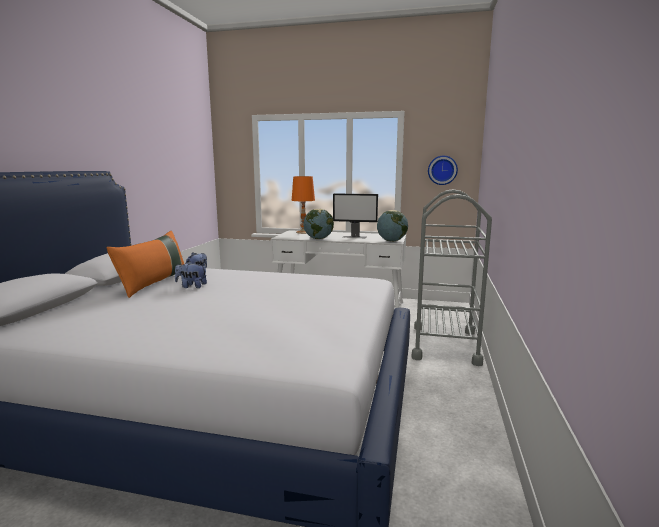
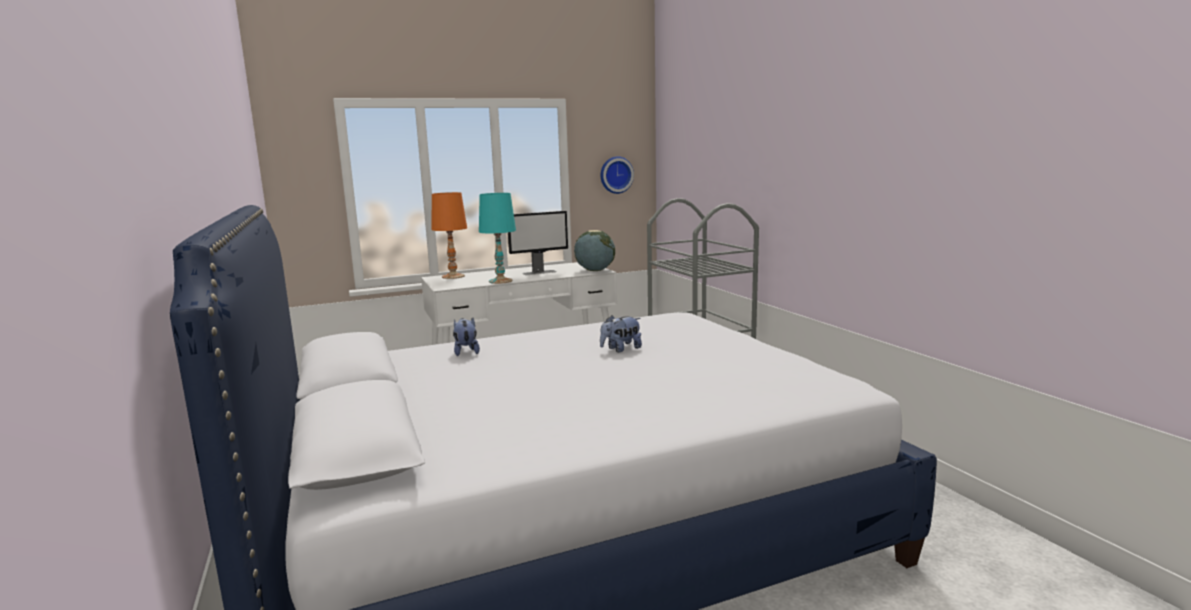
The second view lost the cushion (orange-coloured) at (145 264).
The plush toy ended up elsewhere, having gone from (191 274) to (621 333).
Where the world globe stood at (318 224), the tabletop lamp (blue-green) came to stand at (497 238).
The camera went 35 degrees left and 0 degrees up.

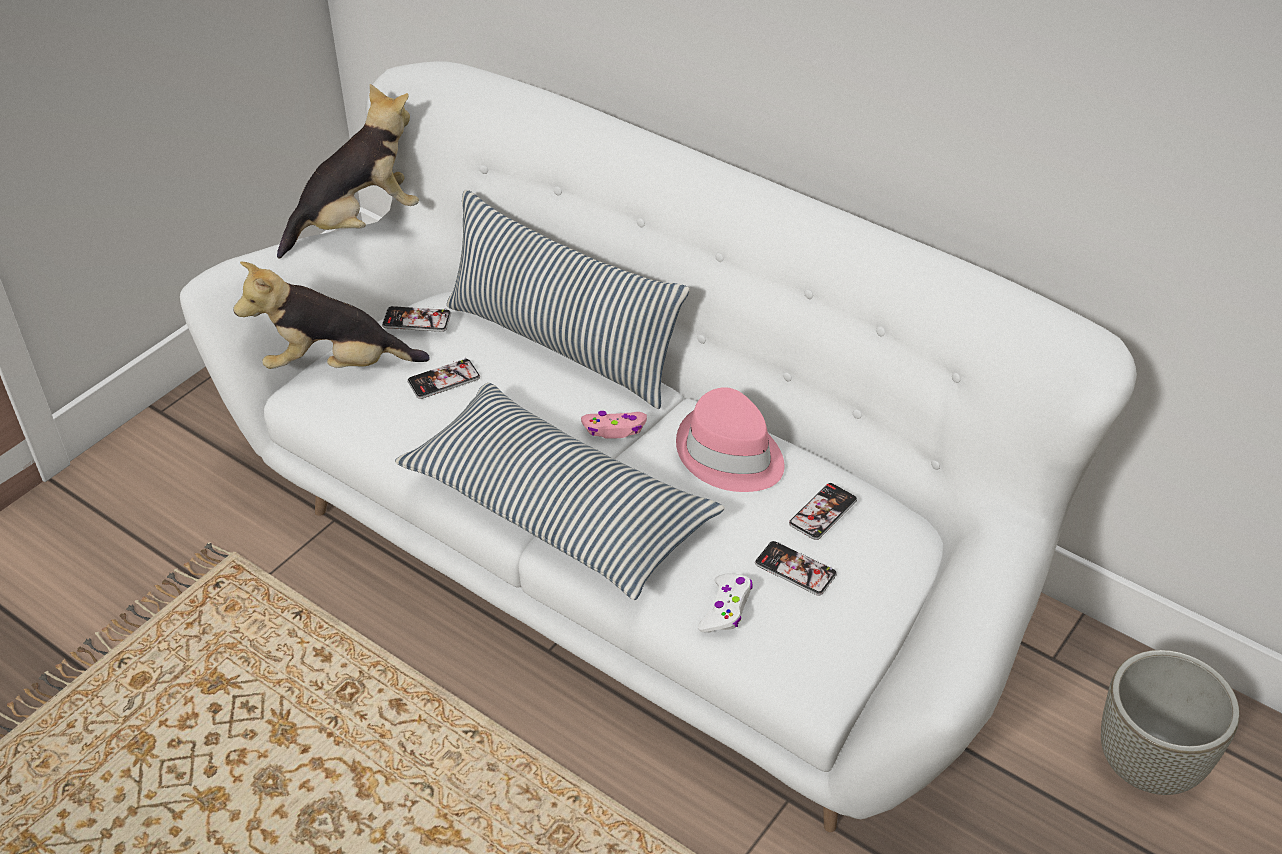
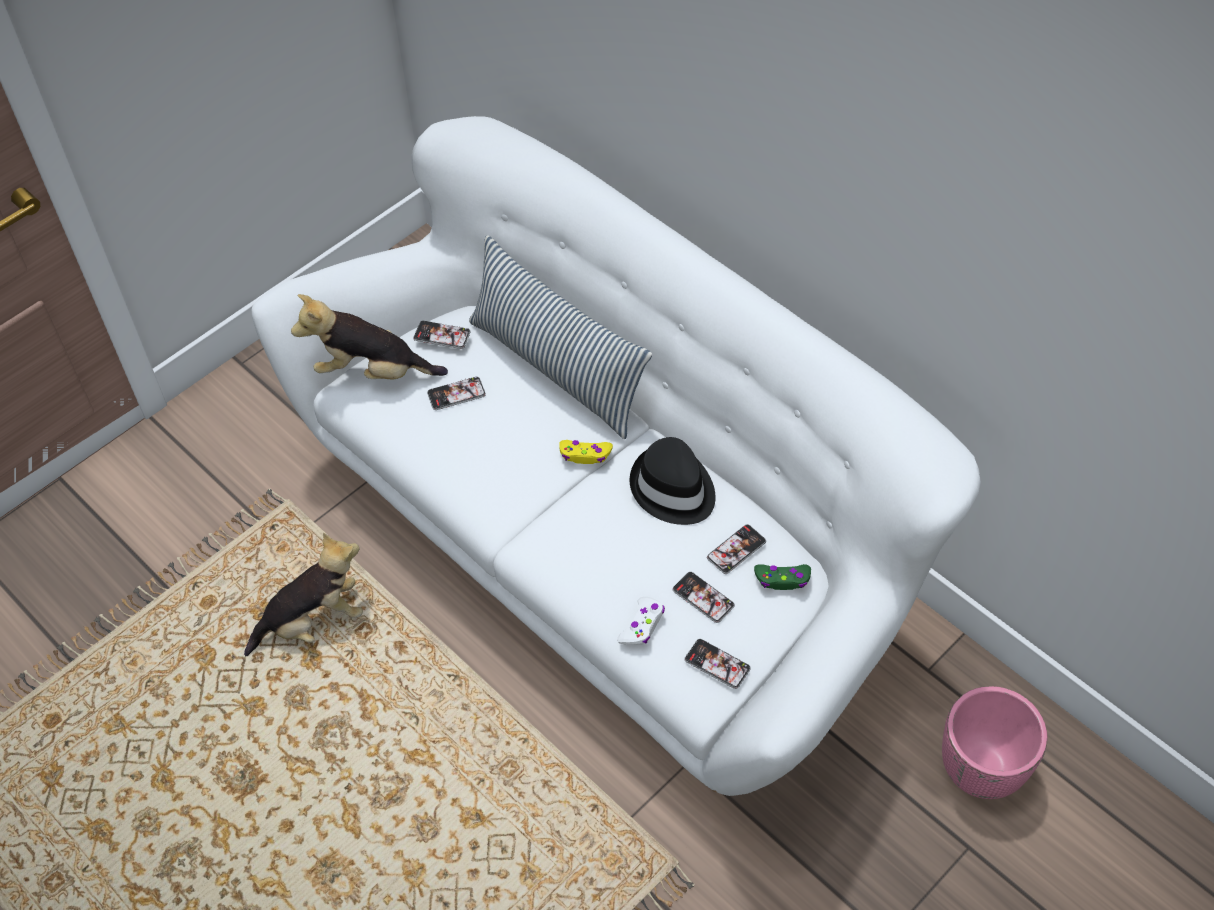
The plush toy ended up elsewhere, having gone from (348 171) to (303 594).
The second view lost the cushion at (560 491).
What was the gamepad (pink-coloured) at (614 425) turned into the gamepad (yellowish) at (586 452).
What was the hat (pink-coloured) at (730 439) turned into the hat (blackish) at (673 481).
What was the flower pot (gray) at (1170 722) turned into the flower pot (pink-coloured) at (995 742).
The second view gained the handset at (717 664).
The second view gained the gamepad (greenish) at (782 577).
The camera went 10 degrees right and 10 degrees up.

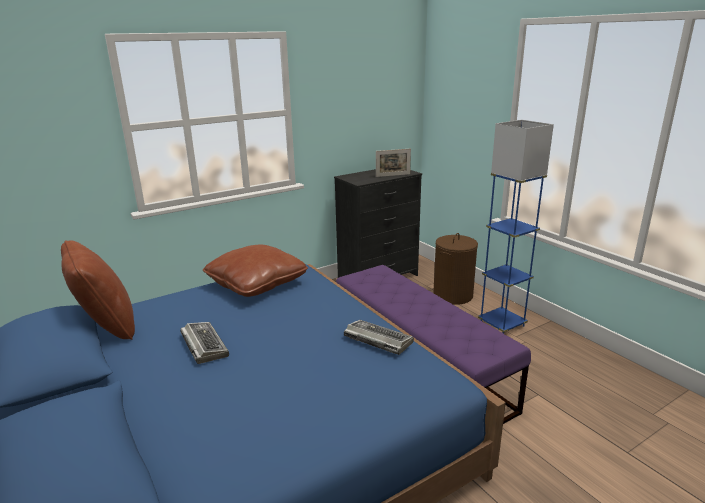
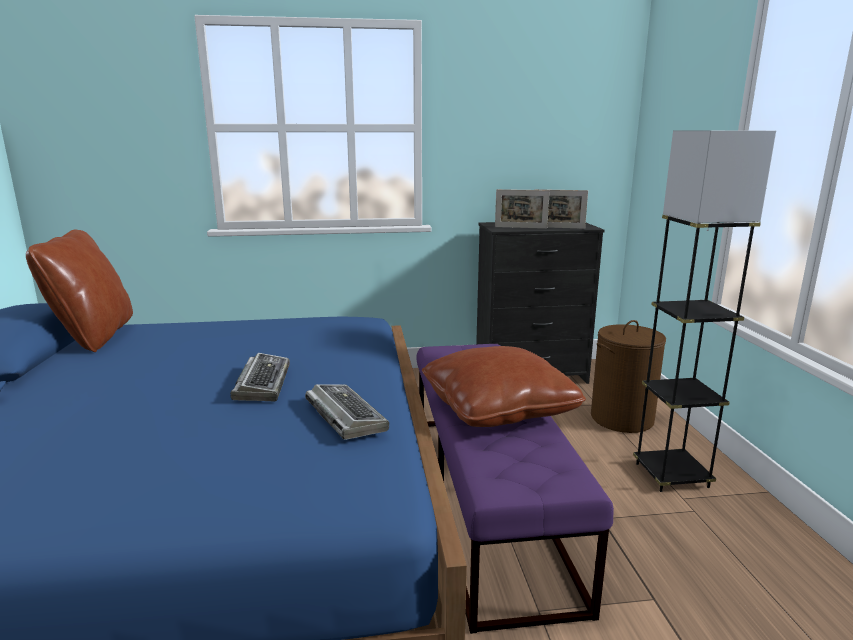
The keyboard ended up elsewhere, having gone from (204 343) to (260 377).
The cushion (brown) ended up elsewhere, having gone from (255 270) to (504 386).
What was the floor lamp (blue-coloured) at (516 227) turned into the floor lamp (gray) at (704 311).
The second view gained the photo frame at (522 209).
The camera went 25 degrees right and 5 degrees down.

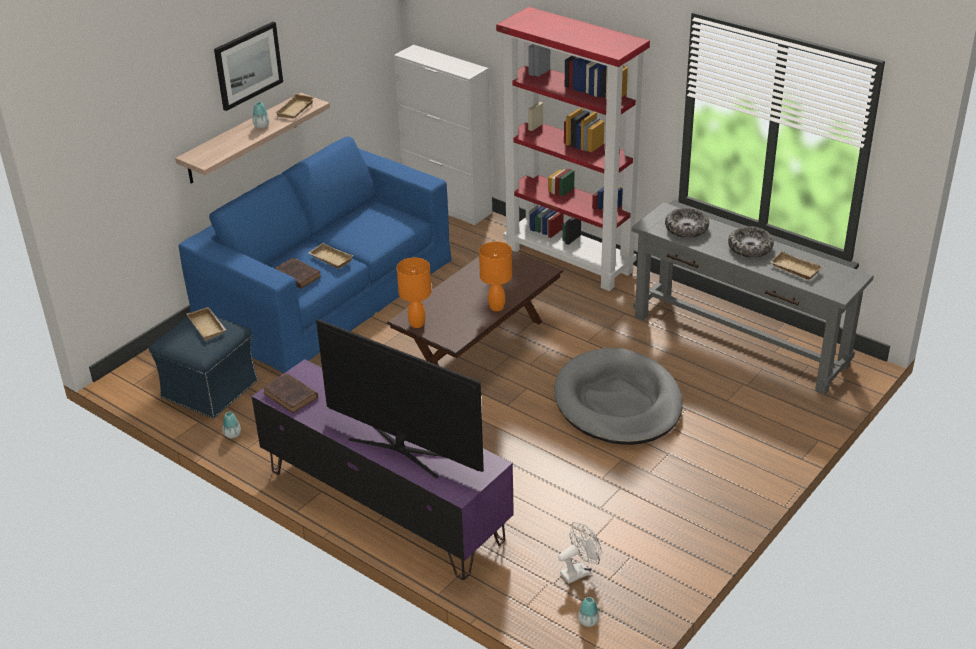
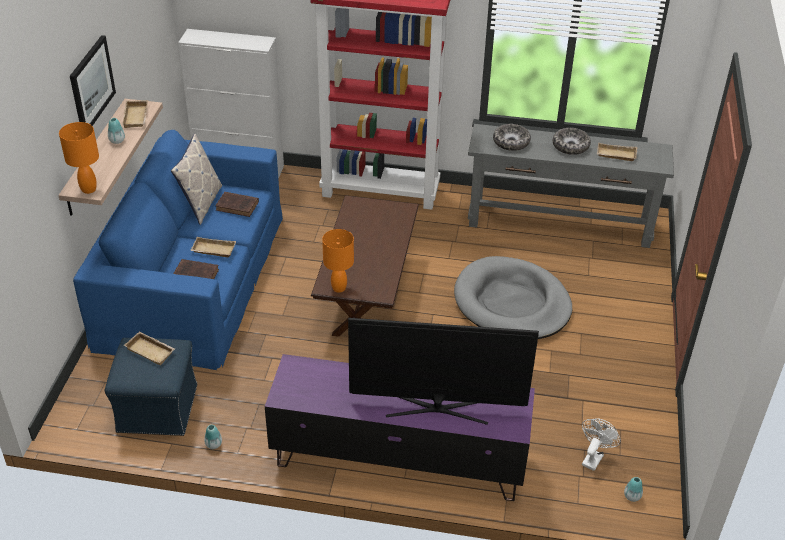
The book (brown) ended up elsewhere, having gone from (290 393) to (237 204).
The tabletop lamp (orange-coloured) ended up elsewhere, having gone from (495 276) to (79 158).
The second view gained the cushion at (196 179).
The camera went 30 degrees left and 5 degrees up.

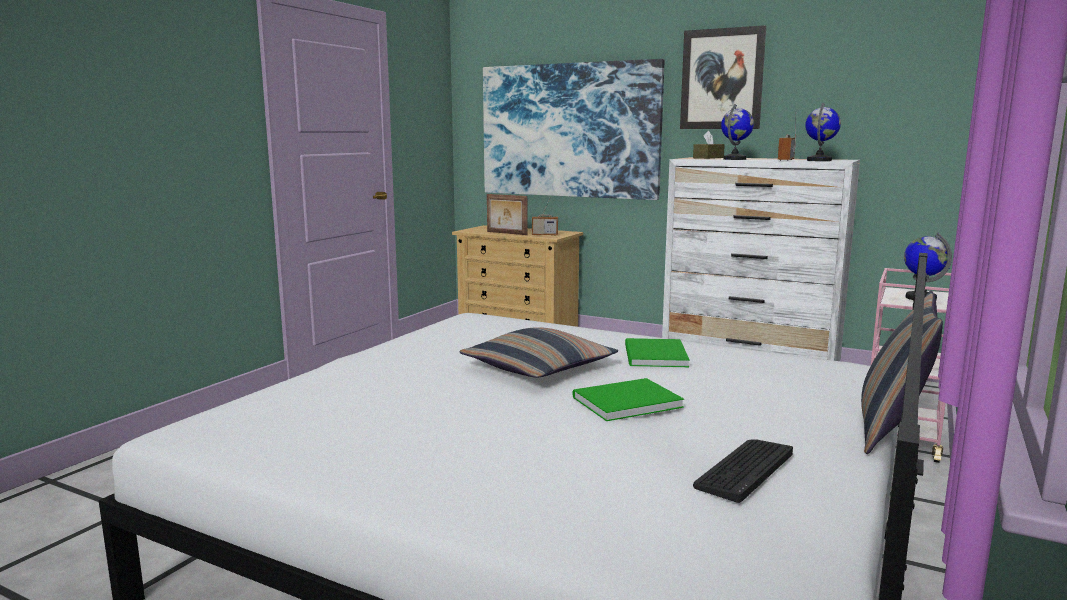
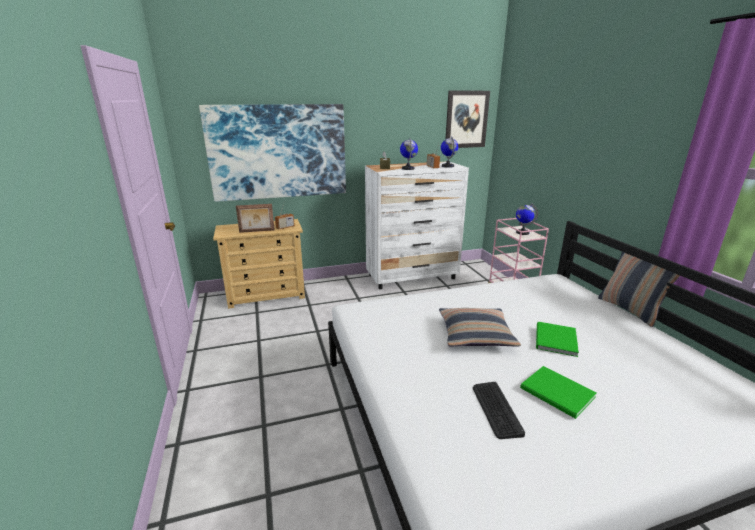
The book (greenish) ended up elsewhere, having gone from (657 352) to (558 392).
The picture ended up elsewhere, having gone from (723 77) to (467 119).
The keyboard ended up elsewhere, having gone from (743 471) to (499 410).
The camera went 45 degrees left and 10 degrees up.

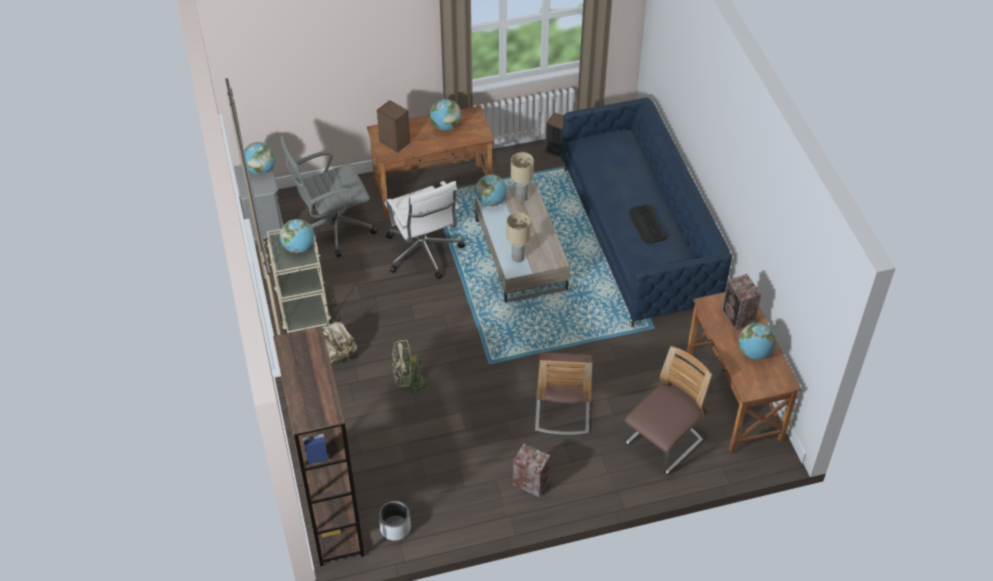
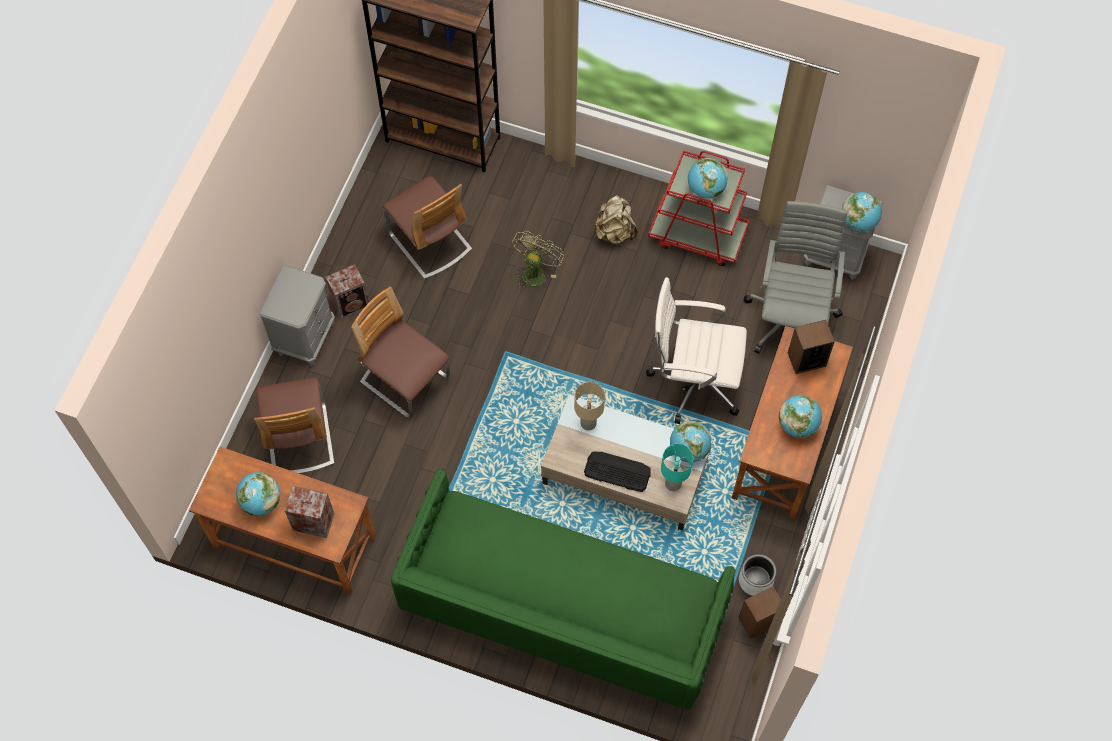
What was the wheeled cart (beige-coloured) at (299 278) turned into the wheeled cart (red-coloured) at (699 208).
The flower pot (white) ended up elsewhere, having gone from (394 520) to (758 575).
What was the tabletop lamp (beige-coloured) at (522 177) turned into the tabletop lamp (blue-green) at (677 467).
What was the sofa (blue-coloured) at (646 212) turned into the sofa (greenish) at (563 589).
The keyboard ended up elsewhere, having gone from (648 223) to (617 472).
The second view gained the bedside table (gray) at (297 315).
The second view gained the plain chair at (427 227).
The camera went 125 degrees right and 15 degrees up.

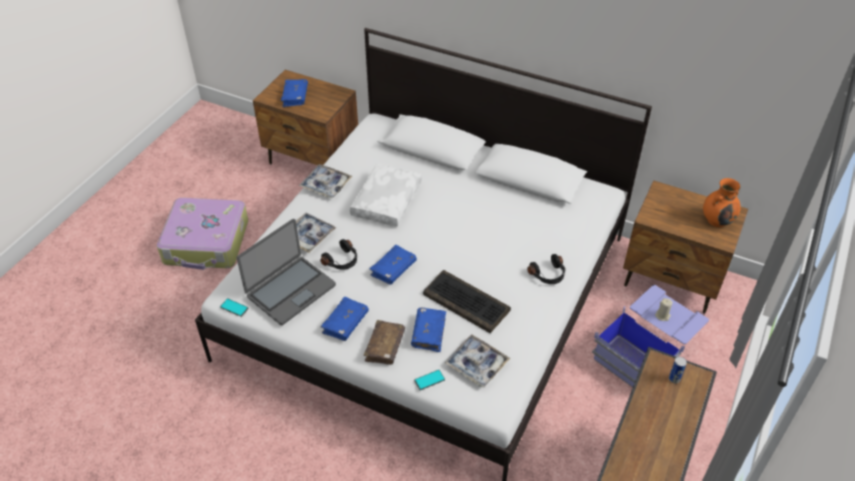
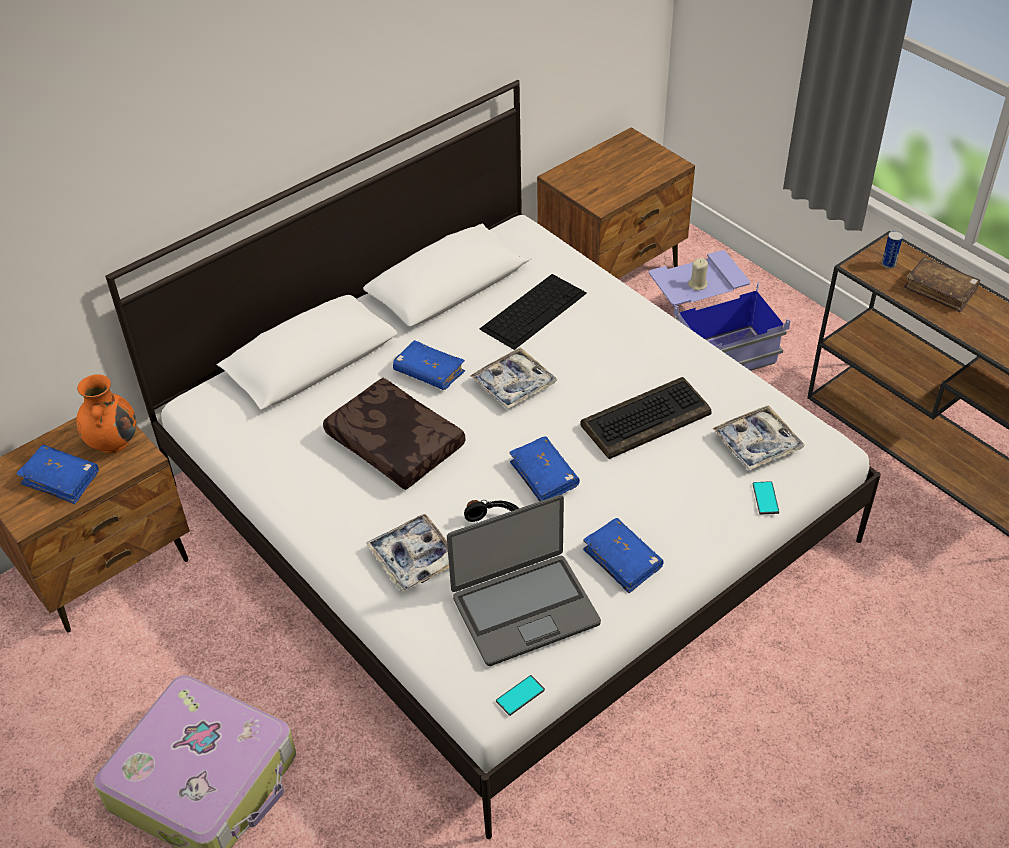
The notebook computer at (286 272) ended up facing another way, 90 degrees clockwise from before.
The tray ended up elsewhere, having gone from (325 181) to (513 378).
What was the cushion (white) at (386 195) turned into the cushion (brown) at (394 434).
The book (brown) ended up elsewhere, having gone from (384 342) to (941 285).
The book (blue-coloured) ended up elsewhere, having gone from (428 329) to (429 365).
The second view lost the pair of headphones (blackish) at (546 269).
The flower vase (orange-coloured) ended up elsewhere, having gone from (722 202) to (106 413).
The second view gained the keyboard at (533 312).
The camera went 65 degrees left and 0 degrees up.

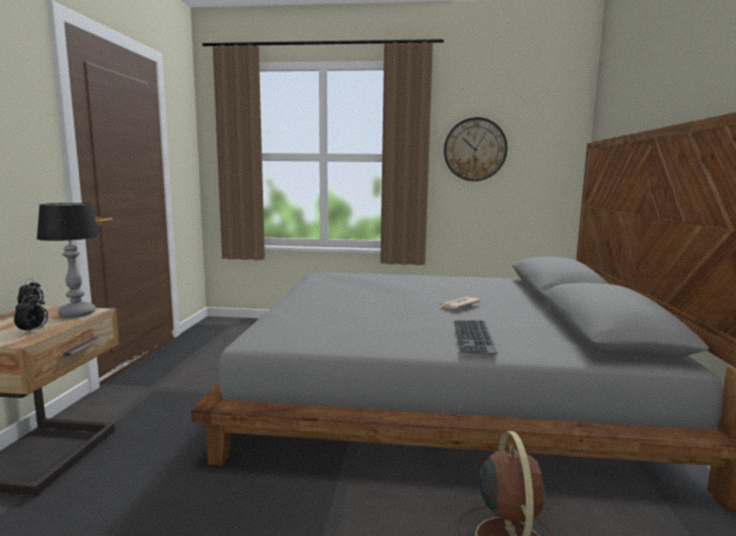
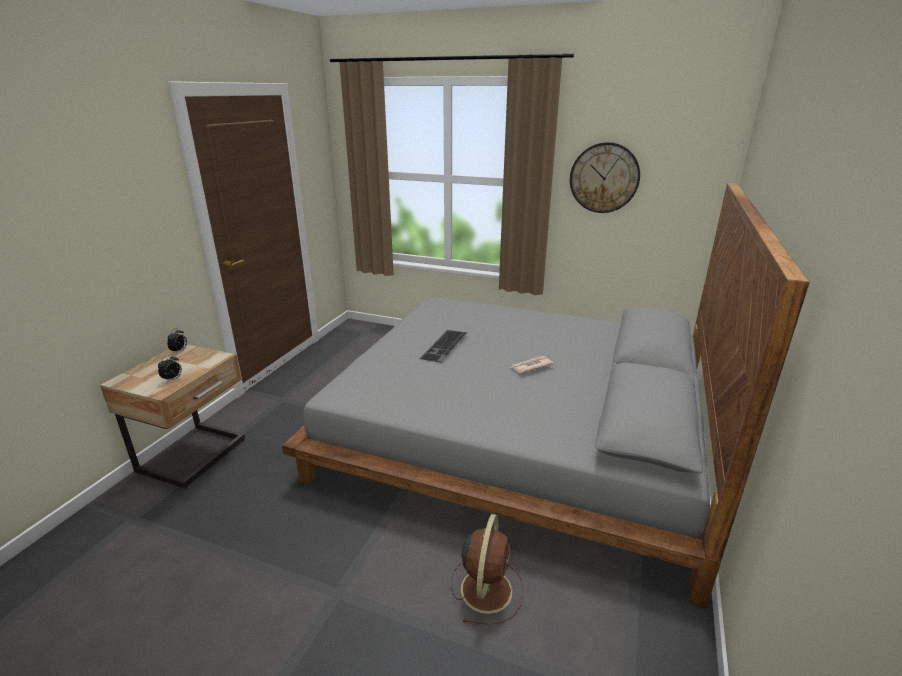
The second view lost the tabletop lamp at (68 260).
The keyboard ended up elsewhere, having gone from (475 337) to (443 346).
The camera went 15 degrees right and 15 degrees up.

